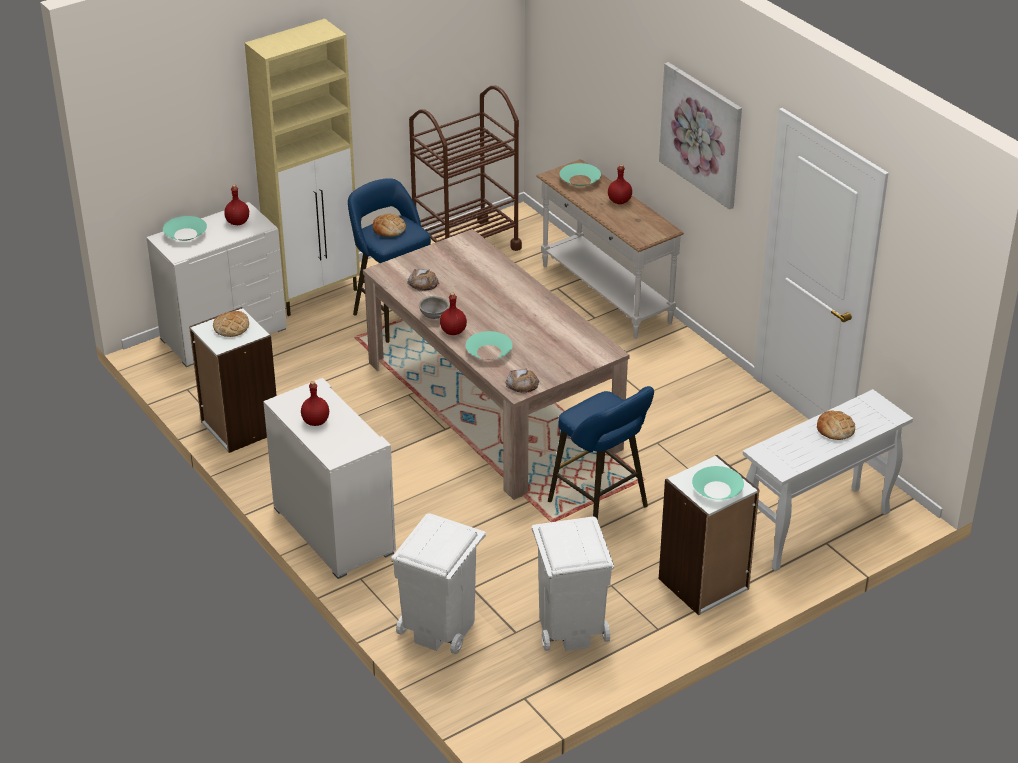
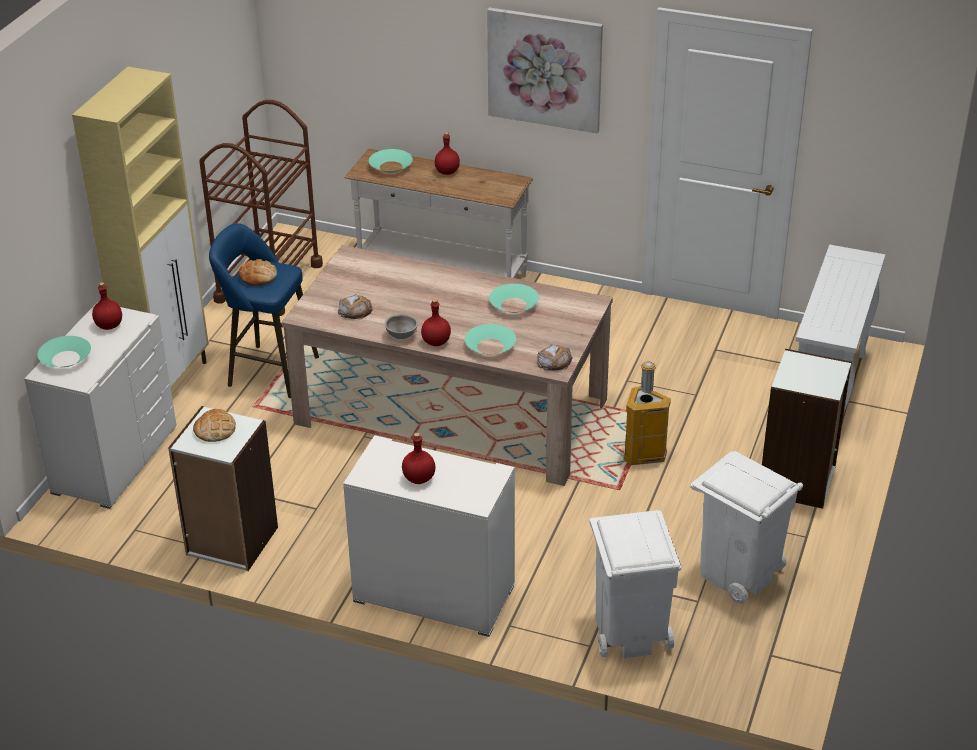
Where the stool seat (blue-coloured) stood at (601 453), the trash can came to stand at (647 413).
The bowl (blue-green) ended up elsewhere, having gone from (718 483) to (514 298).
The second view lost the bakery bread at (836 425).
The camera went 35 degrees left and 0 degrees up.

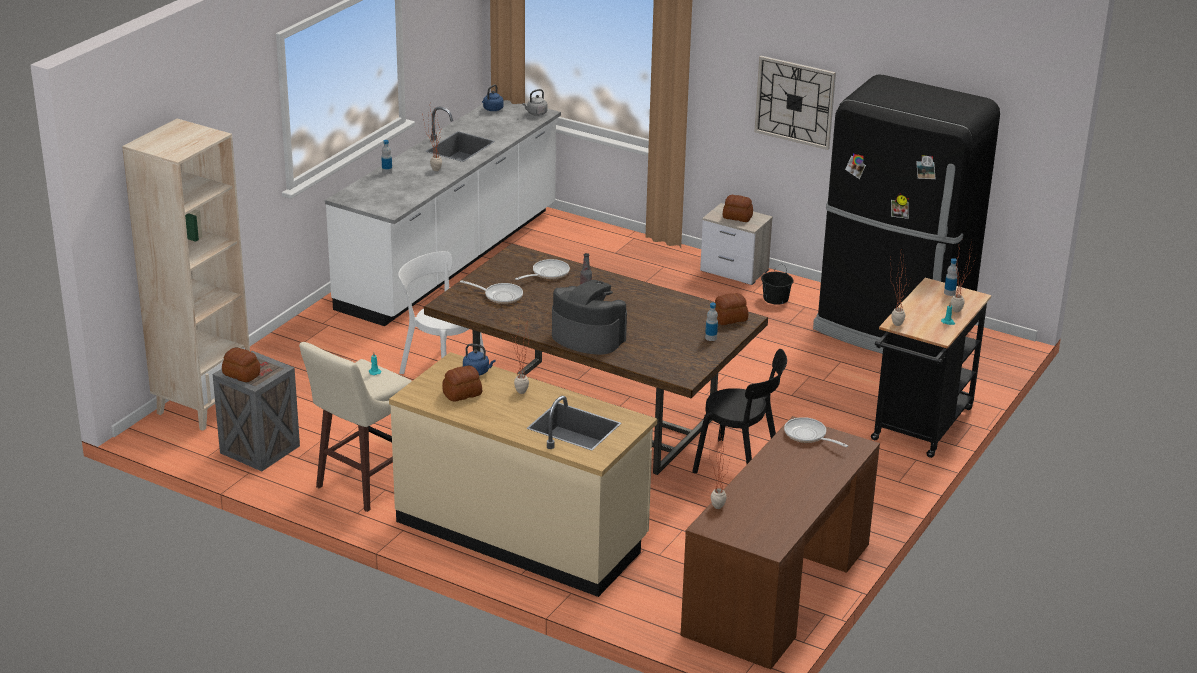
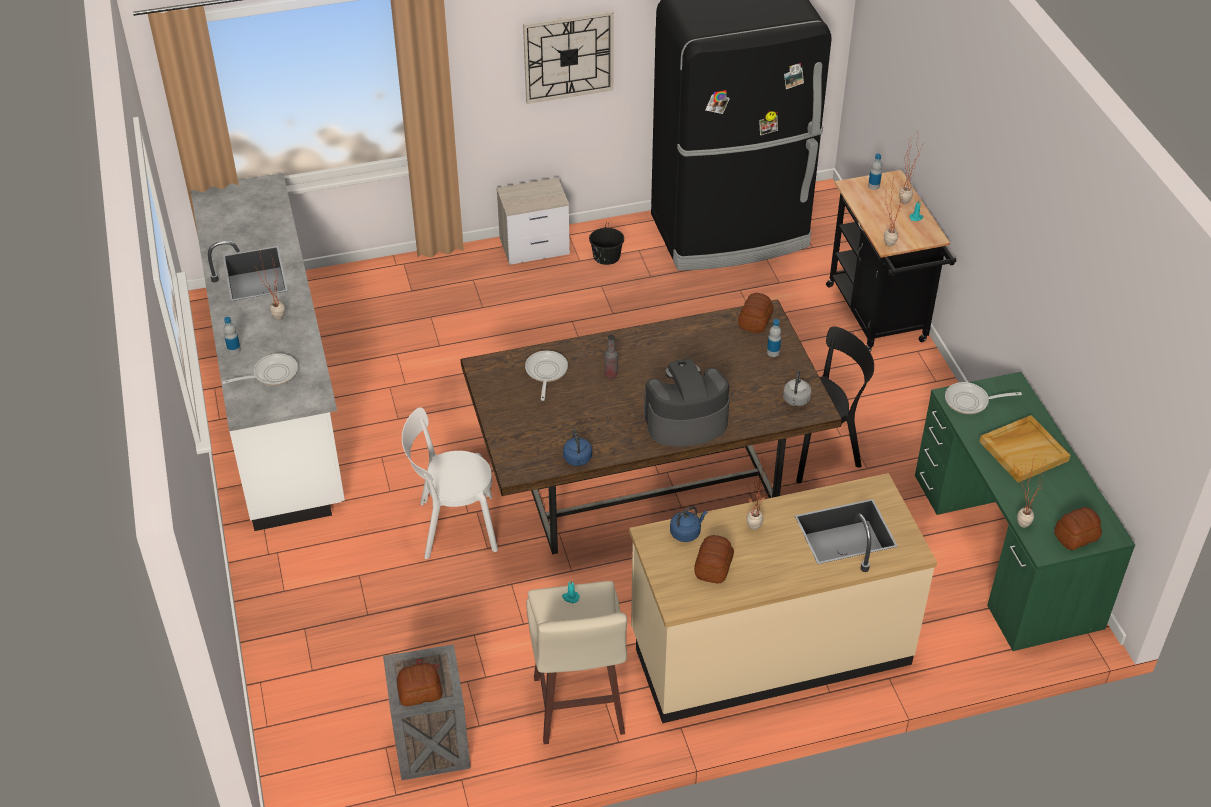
The second view lost the bookshelf (beige-coloured) at (186 275).
The skillet ended up elsewhere, having gone from (491 292) to (260 370).
The kettle (blue-coloured) ended up elsewhere, having gone from (493 98) to (577 447).
The kettle (gray) ended up elsewhere, having gone from (535 102) to (797 388).
What was the desk (brown) at (780 542) turned into the desk (greenish) at (1025 511).
The bakery bread ended up elsewhere, having gone from (738 208) to (1078 528).
The second view gained the tray (beige-coloured) at (1024 449).
The camera went 45 degrees left and 15 degrees up.

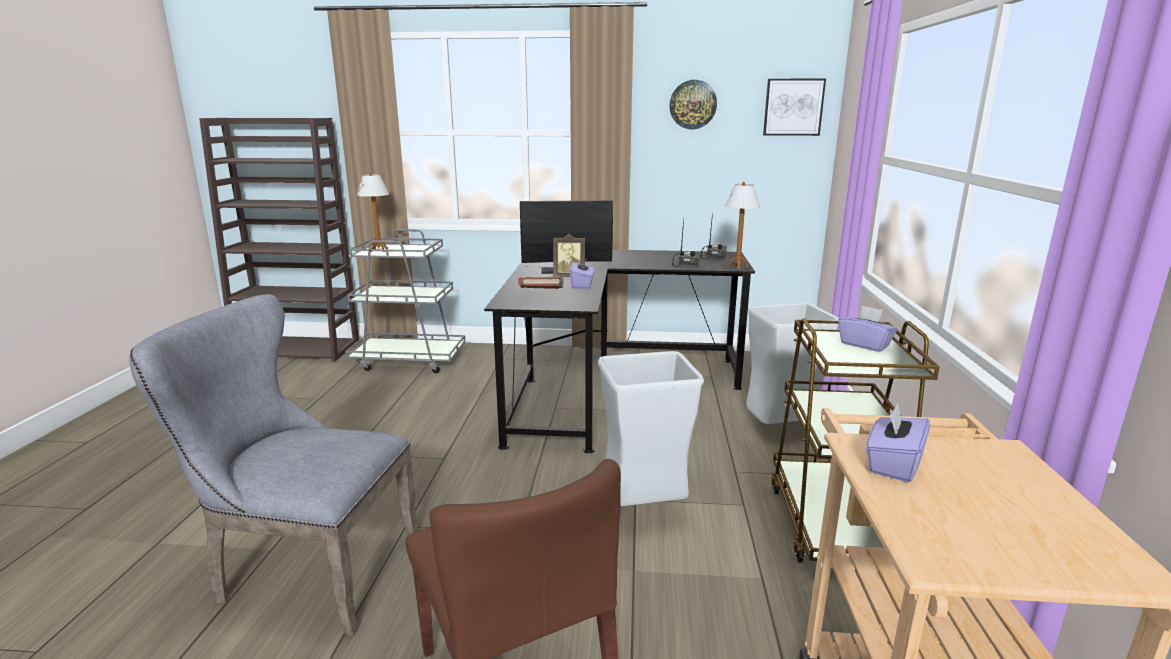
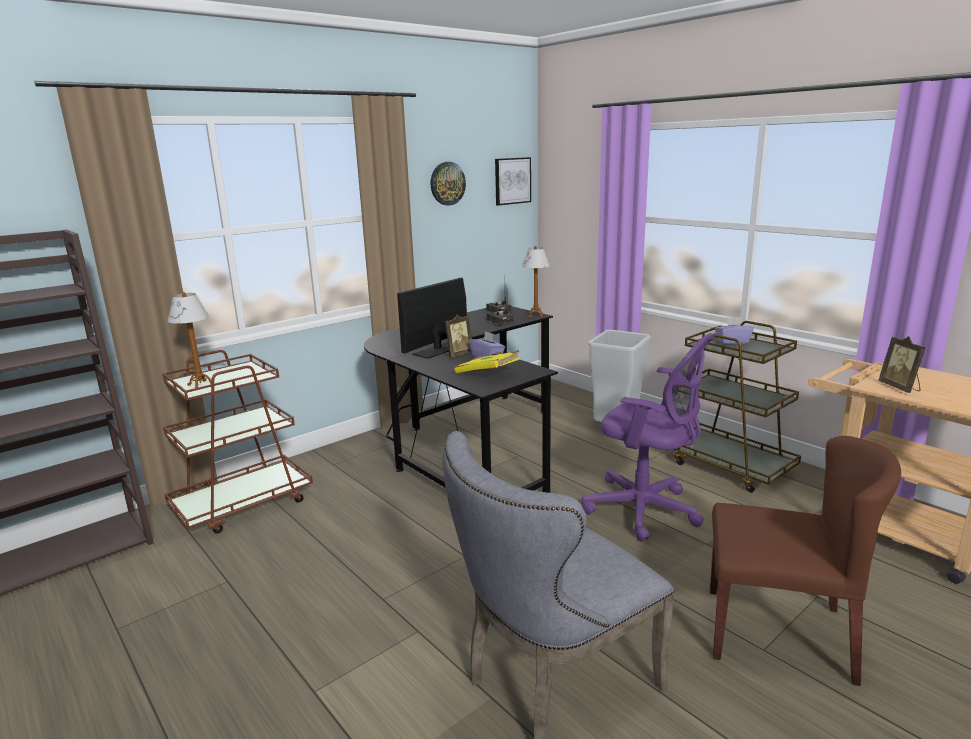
What was the wheeled cart (gray) at (405 301) turned into the wheeled cart (brown) at (237 442).
What was the book (brown) at (540 282) turned into the book (yellowish) at (487 361).
Where the trash can (gray) stood at (651 428), the office chair (purple-coloured) came to stand at (648 437).
Where the tissue box (purple-coloured) stood at (898 443), the photo frame came to stand at (902 364).
The camera went 45 degrees left and 0 degrees up.

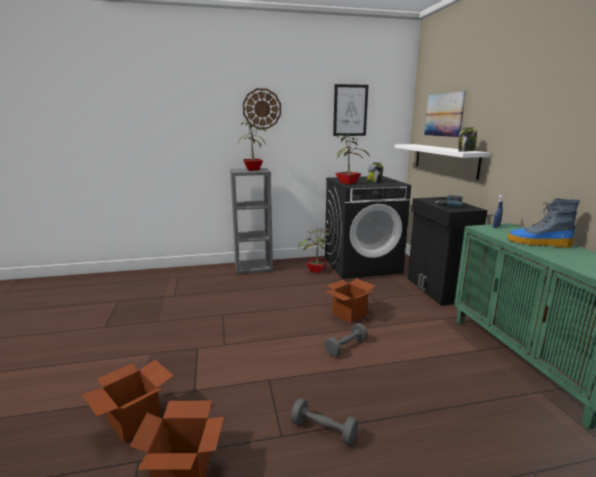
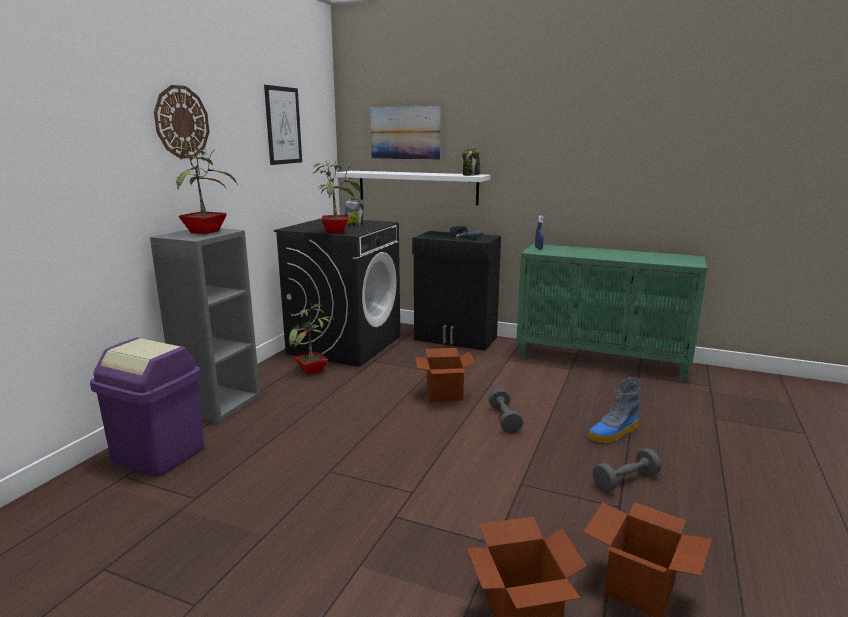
The high-top boot ended up elsewhere, having gone from (543 223) to (614 410).
The second view gained the trash can (purple-coloured) at (147 407).
The camera went 55 degrees left and 0 degrees up.

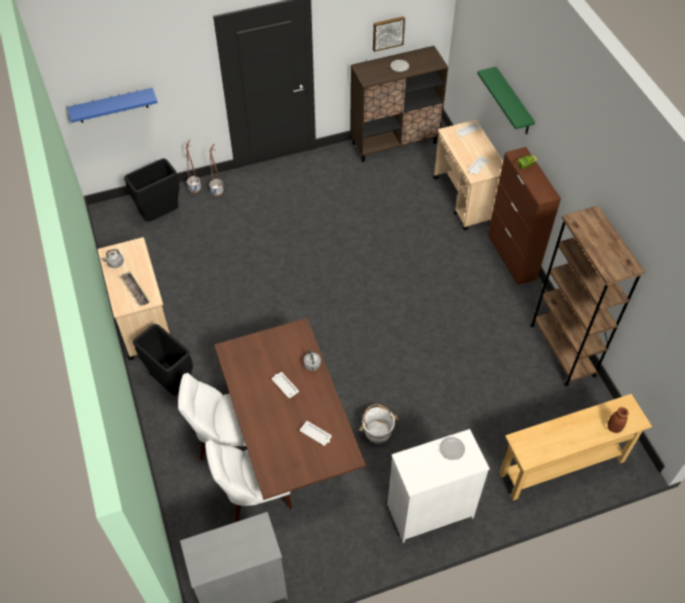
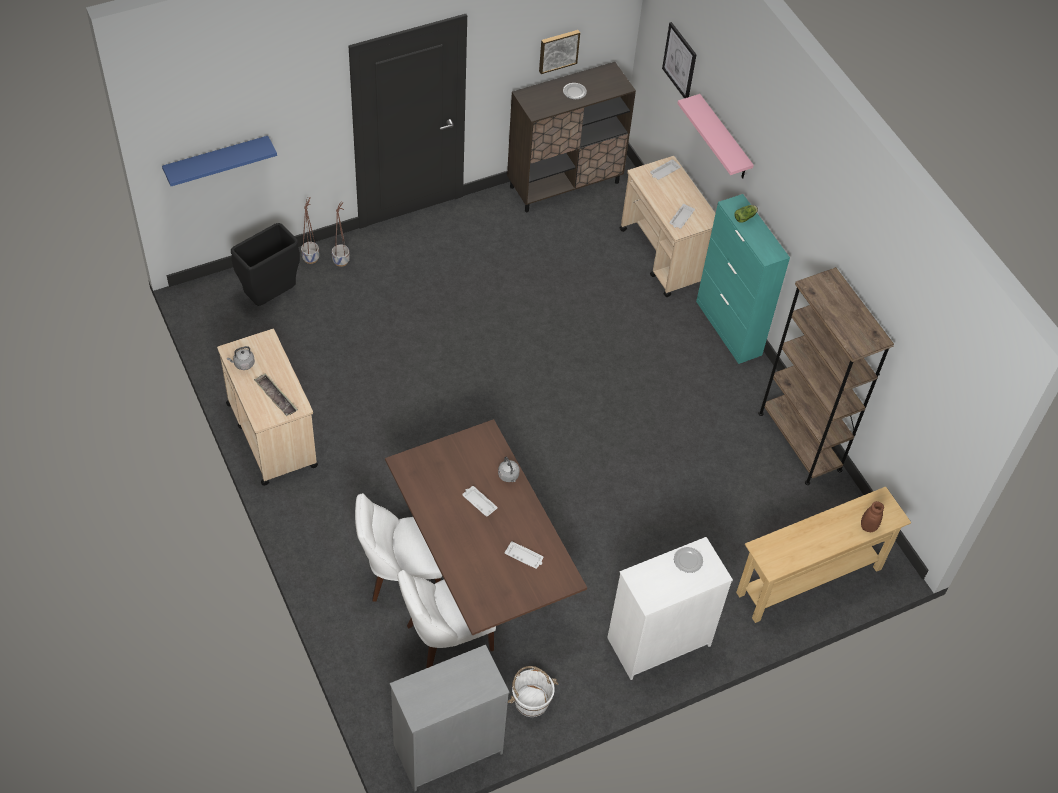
The second view lost the trash can (blackish) at (163 360).
The bucket (white) ended up elsewhere, having gone from (379 424) to (533 691).
What was the wall shelf (greenish) at (506 100) turned into the wall shelf (pink-coloured) at (715 136).
What was the cabinet (brown) at (524 216) turned into the cabinet (blue-green) at (743 279).
The second view gained the picture at (679 60).
The camera went 10 degrees left and 0 degrees up.

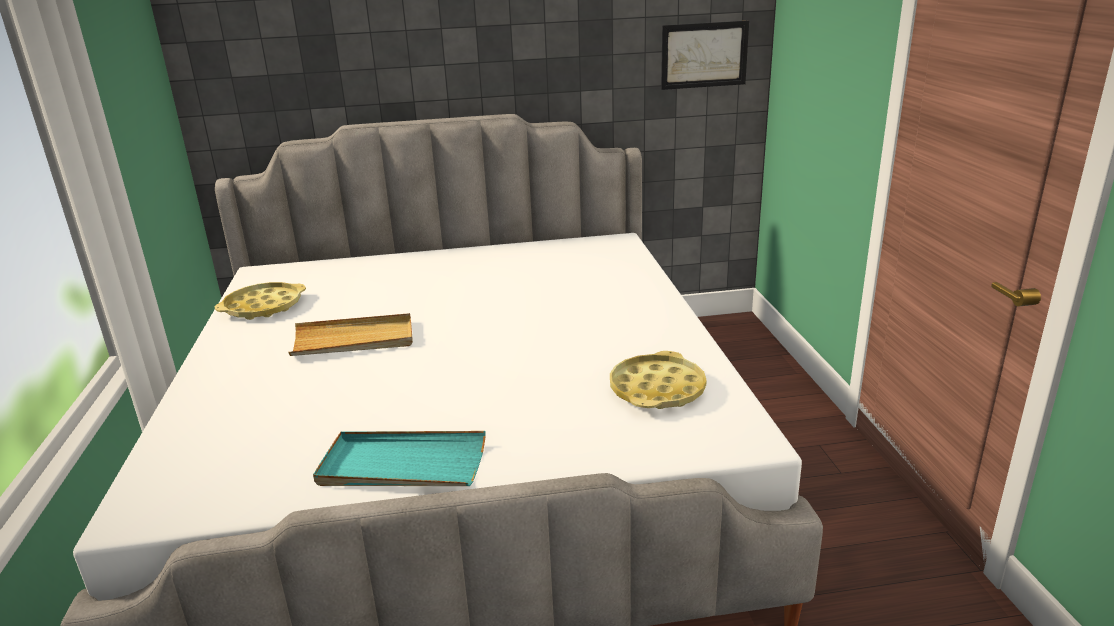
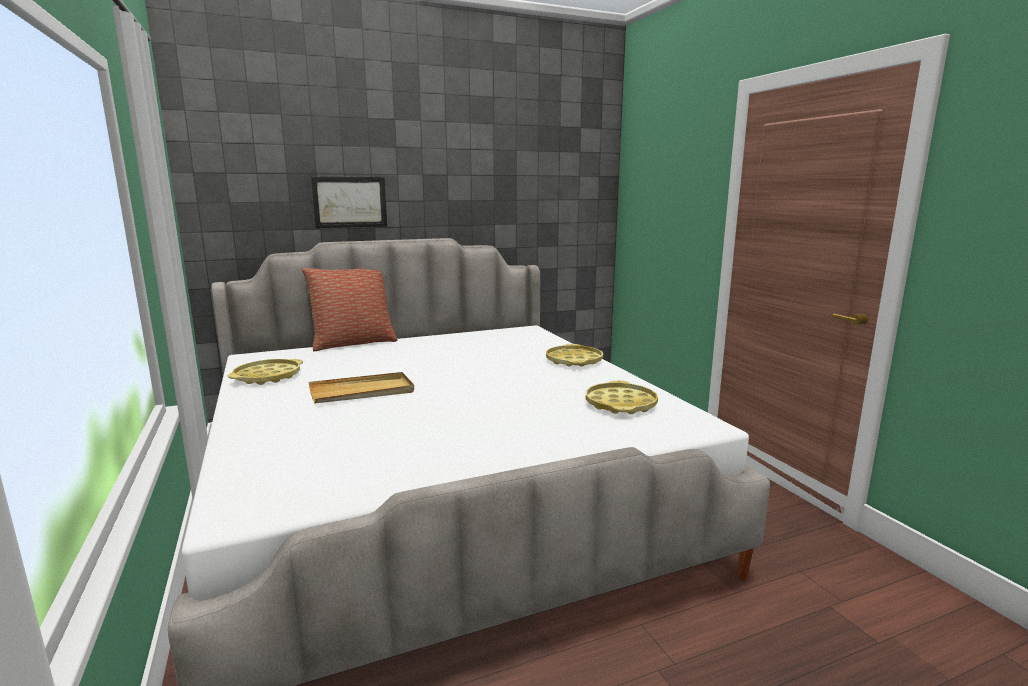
The second view lost the tray (blue-green) at (399 458).
The picture ended up elsewhere, having gone from (705 55) to (349 202).
The second view gained the cushion at (349 309).
The second view gained the tray (yellowish) at (574 355).
The camera went 15 degrees left and 10 degrees down.

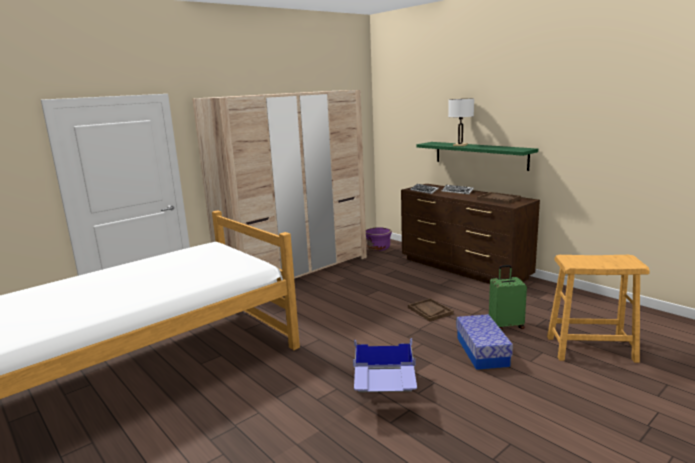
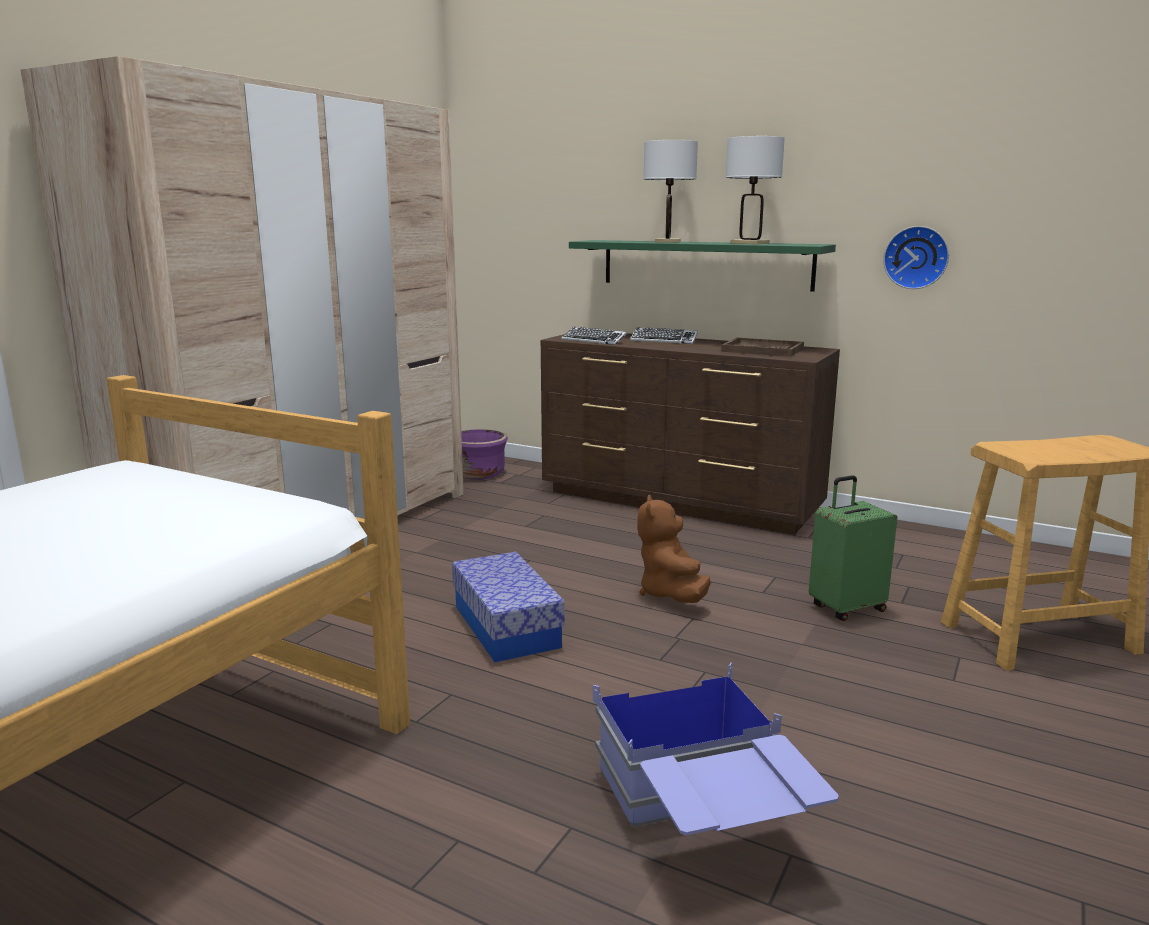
Where the tray (brown) stood at (431 309), the plush toy (brown) came to stand at (674 549).
The storage box ended up elsewhere, having gone from (484 342) to (508 607).
The second view gained the tabletop lamp (white) at (755 190).
The second view gained the hanging clock at (916 257).
The camera went 20 degrees left and 0 degrees up.

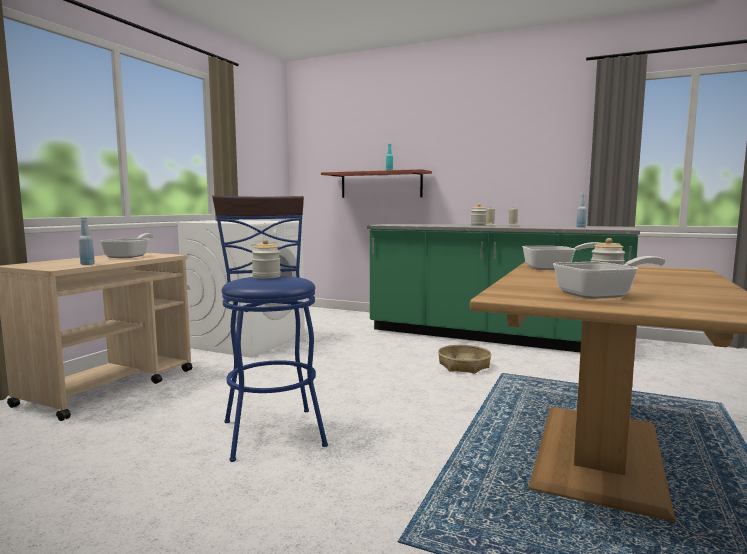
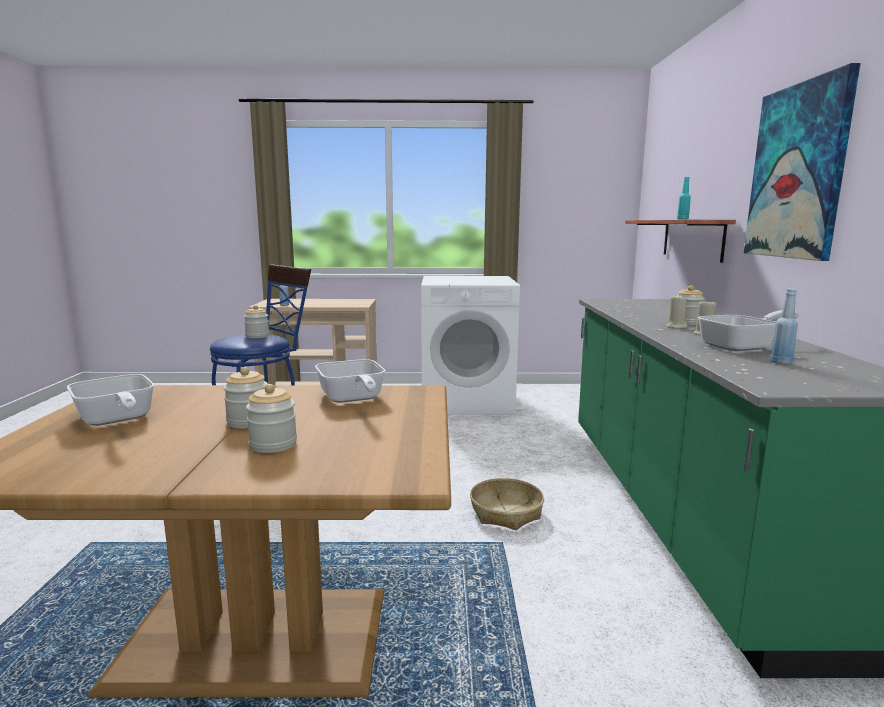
The skillet ended up elsewhere, having gone from (127 245) to (749 330).
The second view gained the preserve jar at (271 418).
The second view gained the picture at (802 162).
The camera went 65 degrees right and 5 degrees up.

